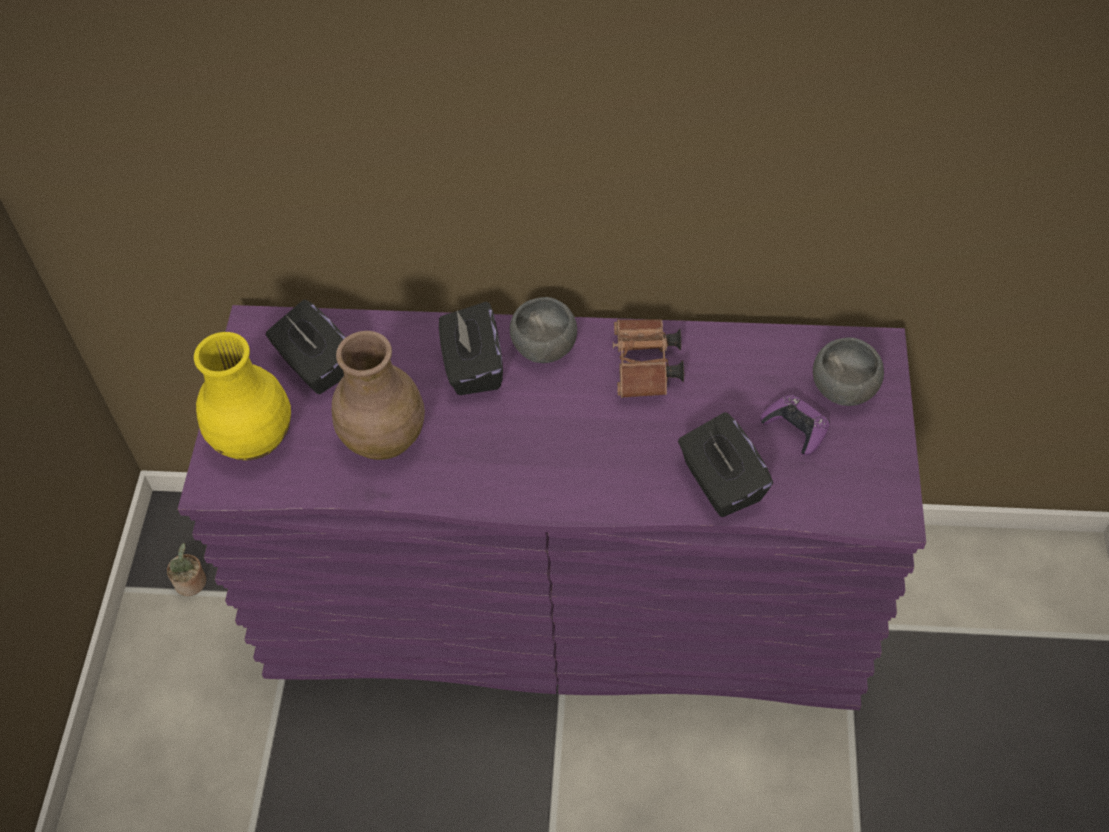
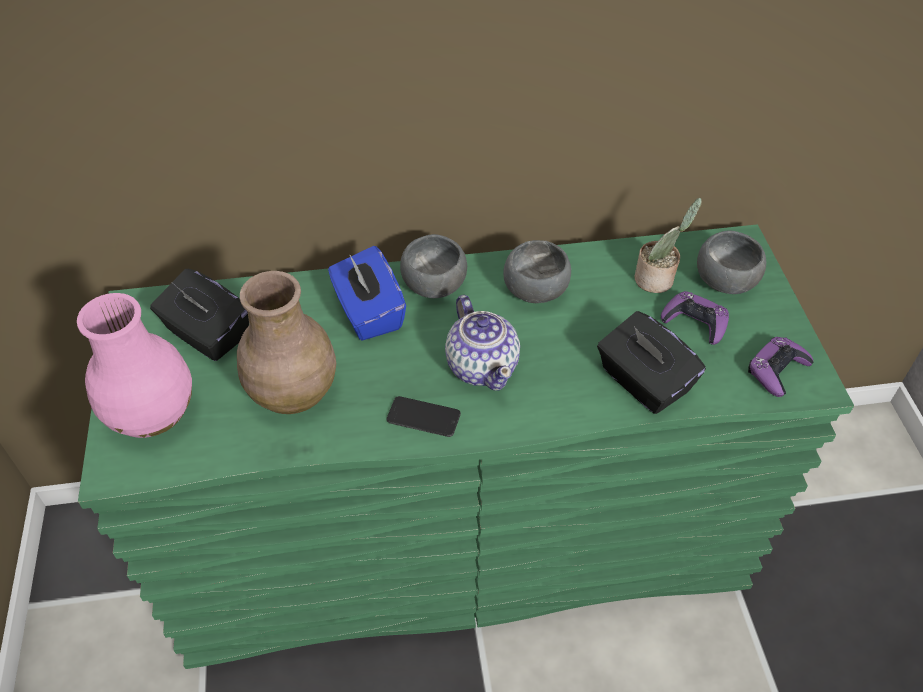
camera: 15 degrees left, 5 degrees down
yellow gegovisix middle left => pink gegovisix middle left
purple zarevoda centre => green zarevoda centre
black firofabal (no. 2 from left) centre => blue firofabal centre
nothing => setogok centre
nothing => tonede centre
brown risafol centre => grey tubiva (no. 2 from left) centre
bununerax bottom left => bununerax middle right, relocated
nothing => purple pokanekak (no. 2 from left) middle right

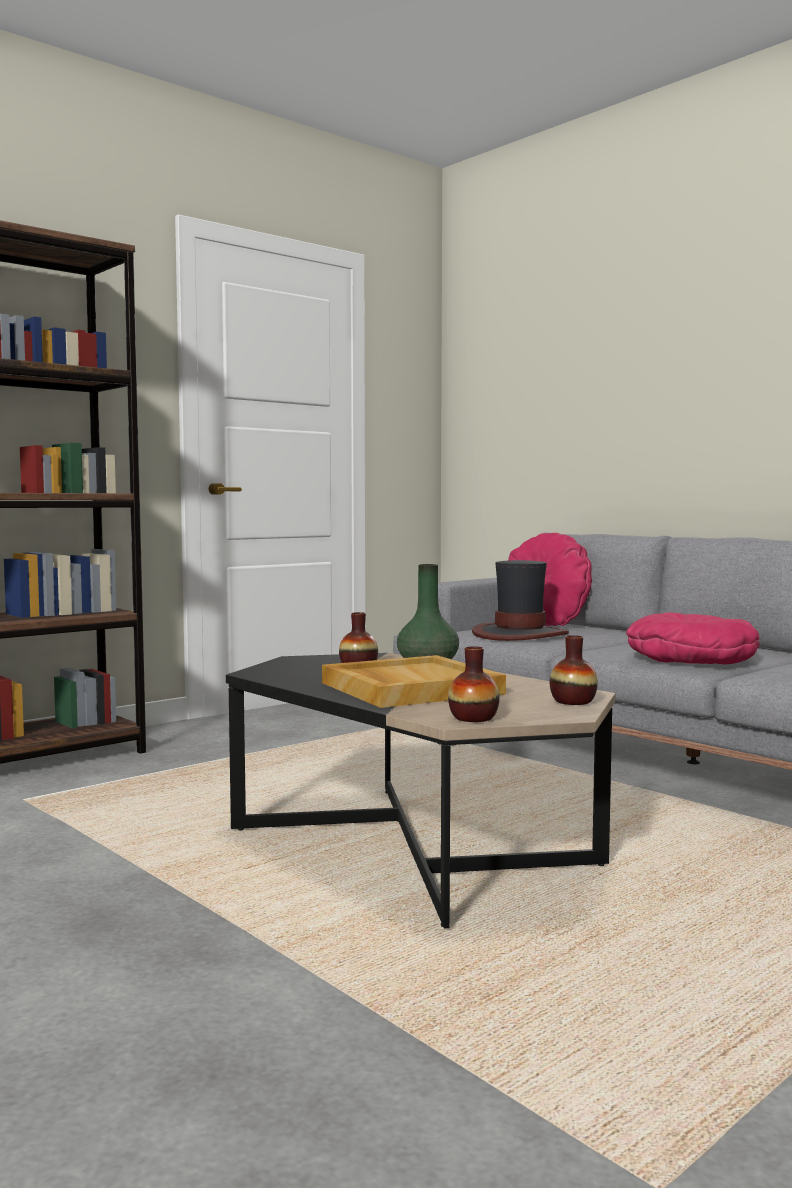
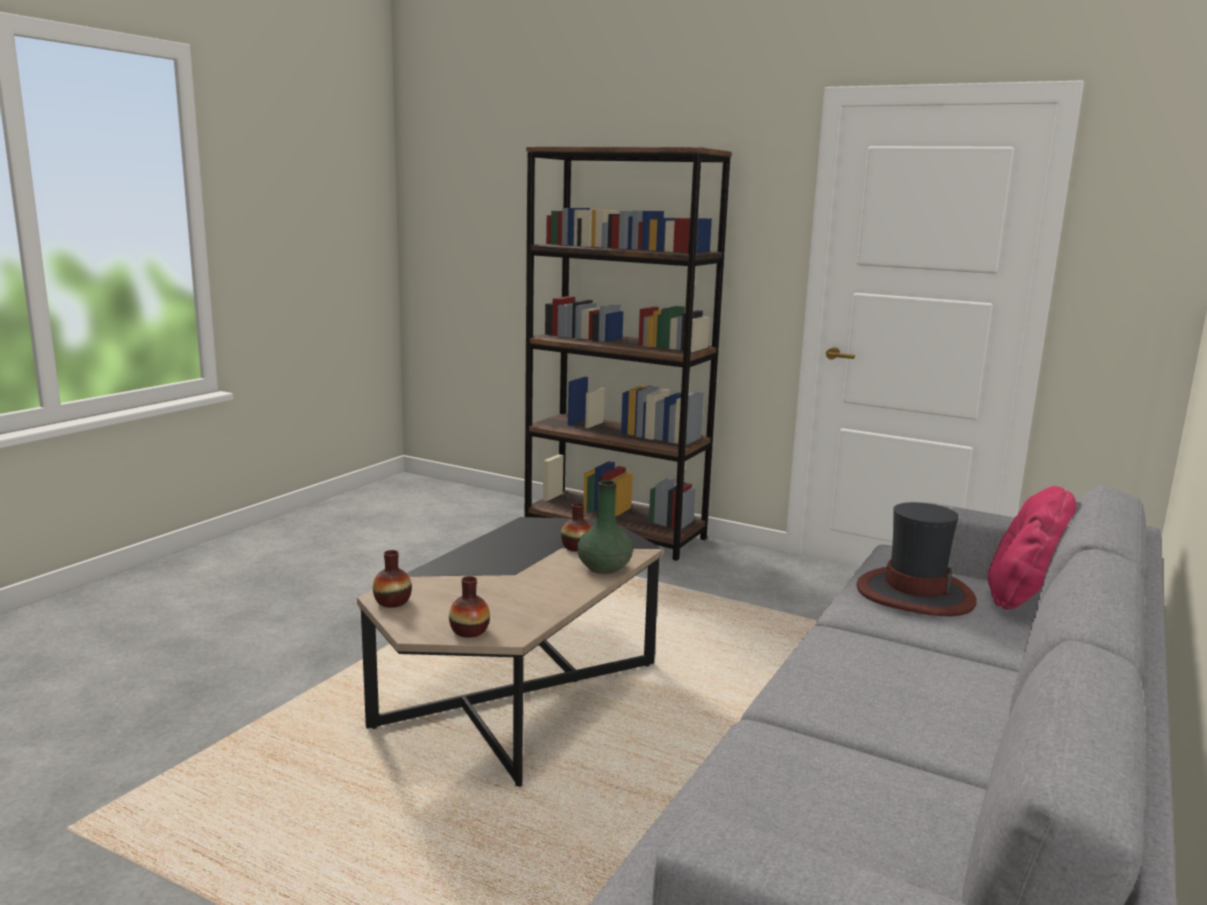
camera: 70 degrees right, 10 degrees up
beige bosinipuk centre => nothing
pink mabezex (no. 2 from left) middle right => nothing

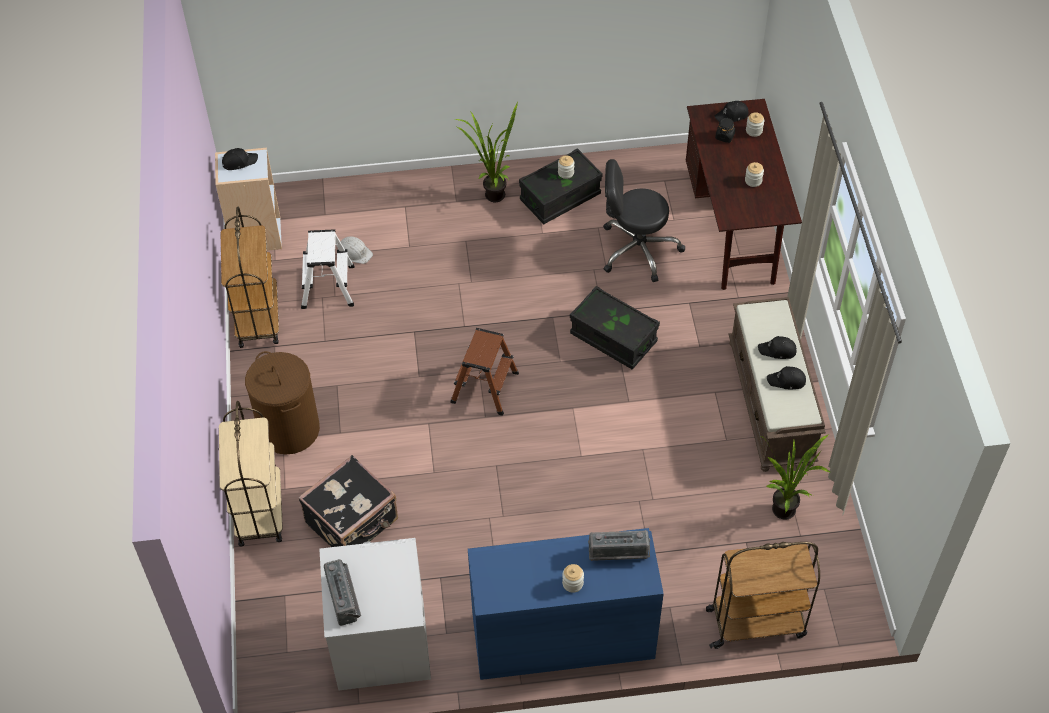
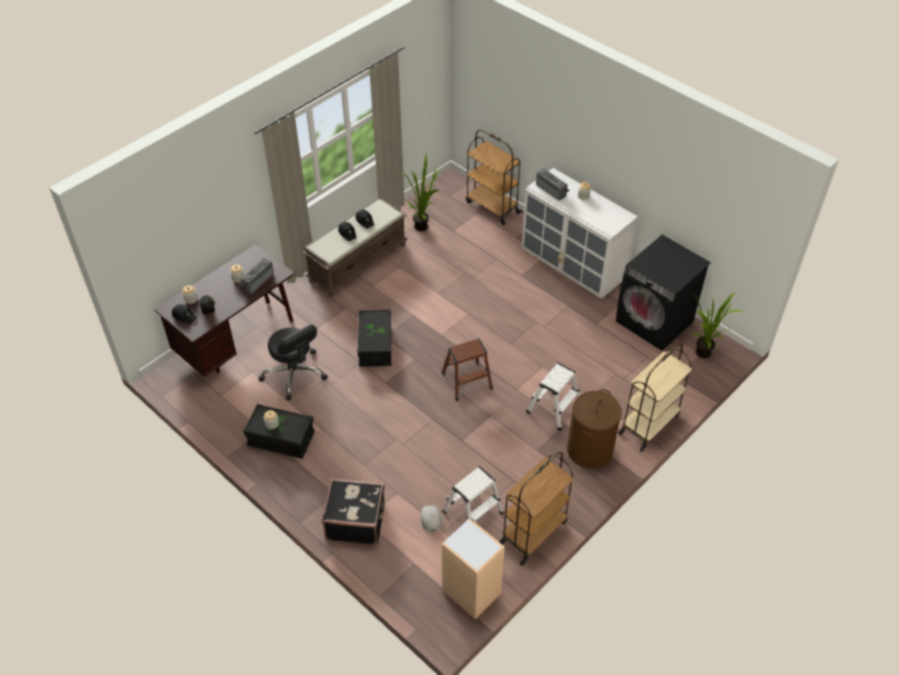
camera: 130 degrees left, 5 degrees down
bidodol (no. 1 from left) bottom left => bidodol (no. 1 from left) middle left, relocated
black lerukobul bottom left => black lerukobul bottom centre, relocated
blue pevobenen bottom centre => white pevobenen centre
nothing => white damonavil (no. 2 from left) centre
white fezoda bottom centre => black fezoda middle right
bununerax (no. 1 from left in the first image) top centre => bununerax (no. 2 from left) middle right, relocated
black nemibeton (no. 1 from left) top left => nothing

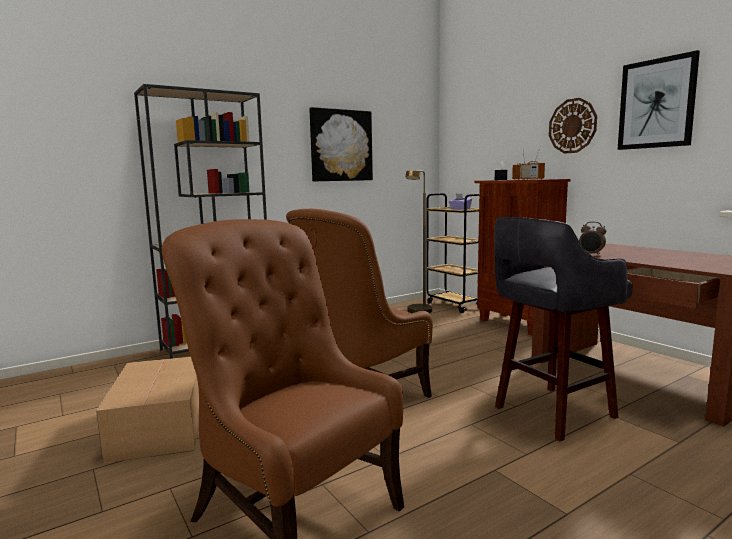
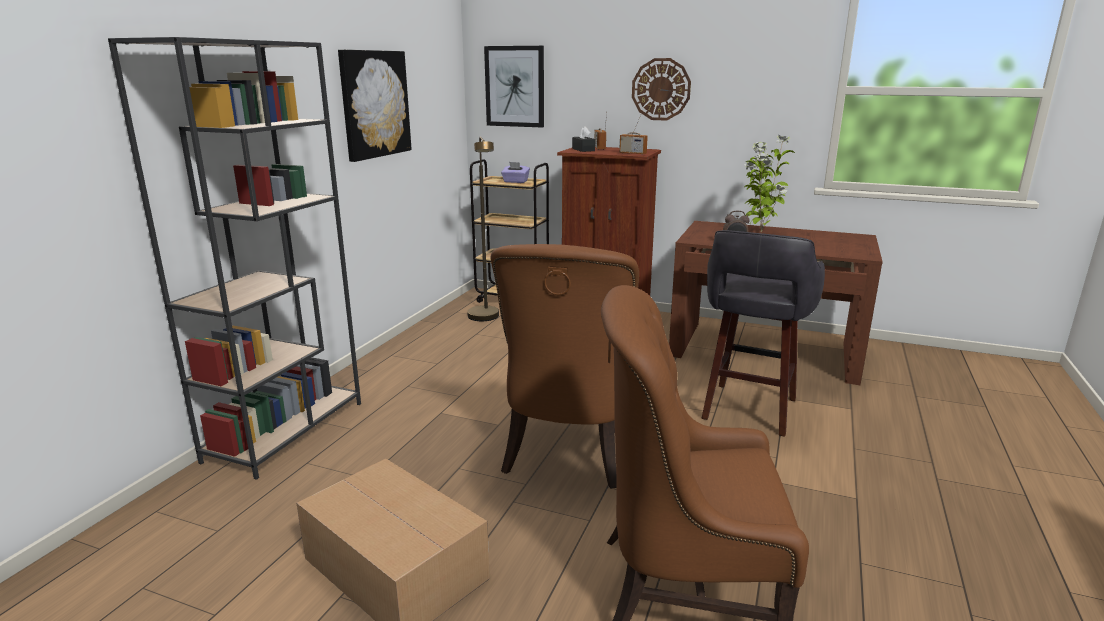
camera: 35 degrees left, 10 degrees up
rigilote (no. 2 from left) top right => rigilote (no. 2 from left) top centre, relocated
nothing => bununerax top right

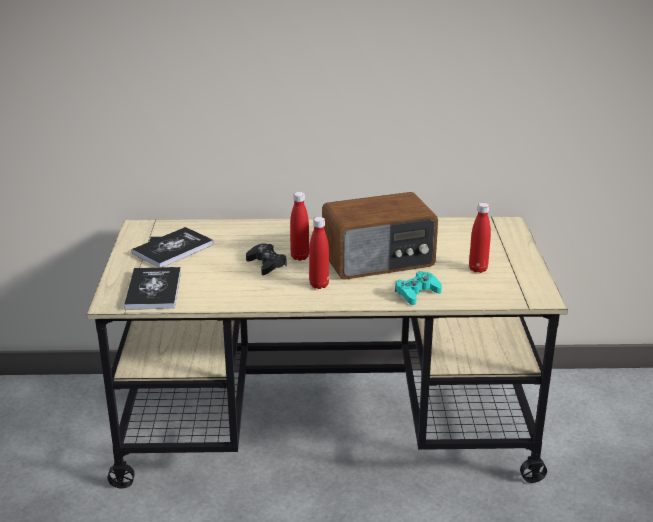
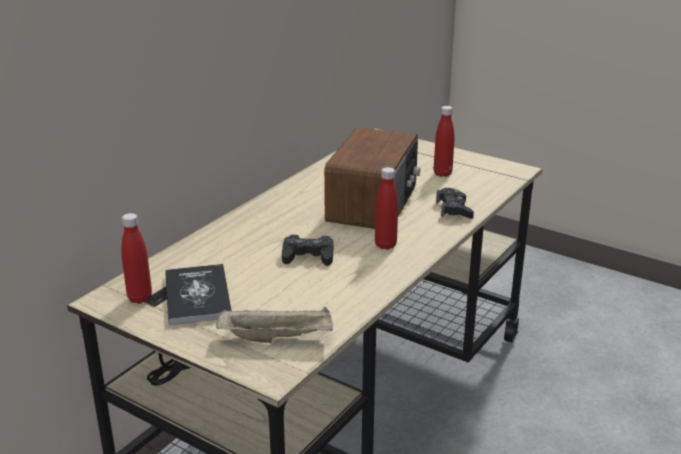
camera: 55 degrees left, 0 degrees up
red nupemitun (no. 1 from left) centre => red nupemitun (no. 1 from left) middle left, relocated
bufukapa (no. 1 from left) middle left => beige bosinipuk bottom centre
turquoise pokanekak centre => black pokanekak (no. 2 from left) middle right

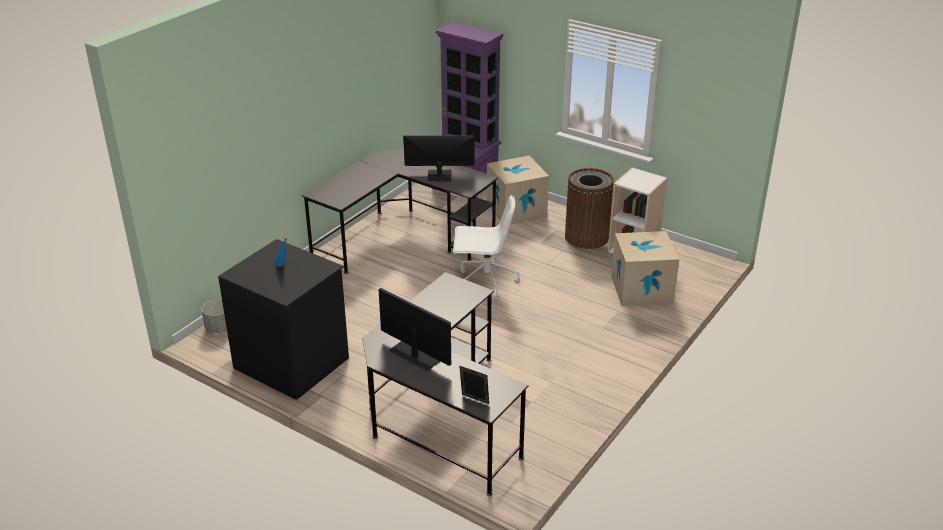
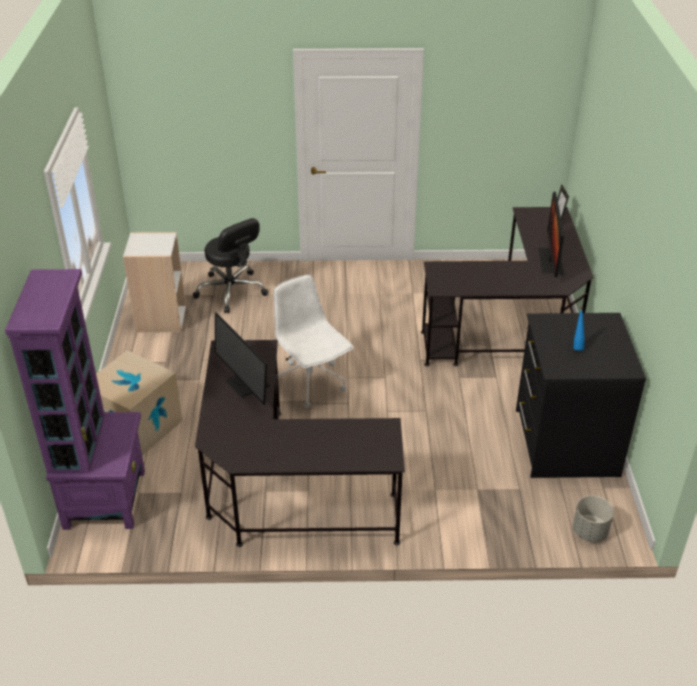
camera: 125 degrees left, 5 degrees up
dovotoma (no. 2 from left) middle right => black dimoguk middle left
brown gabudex centre => nothing

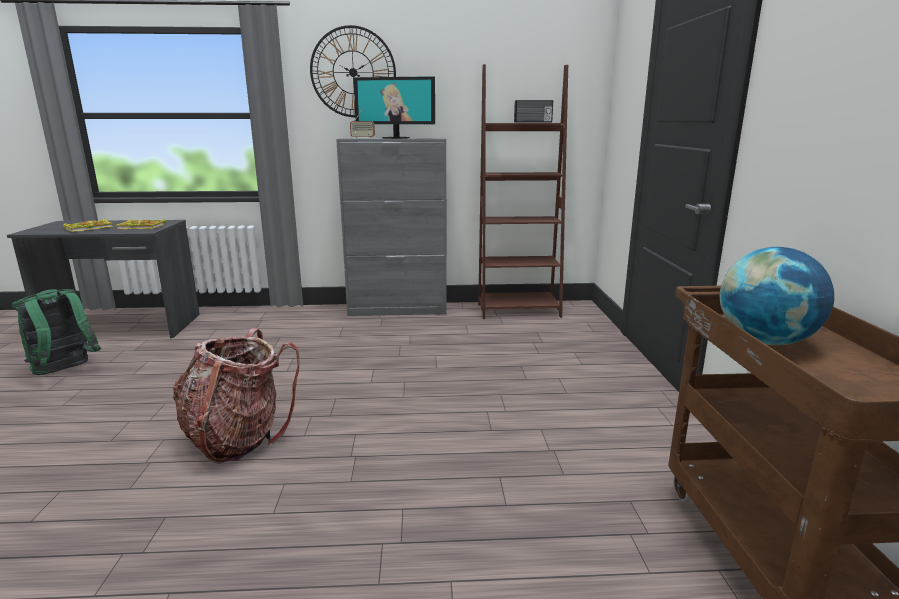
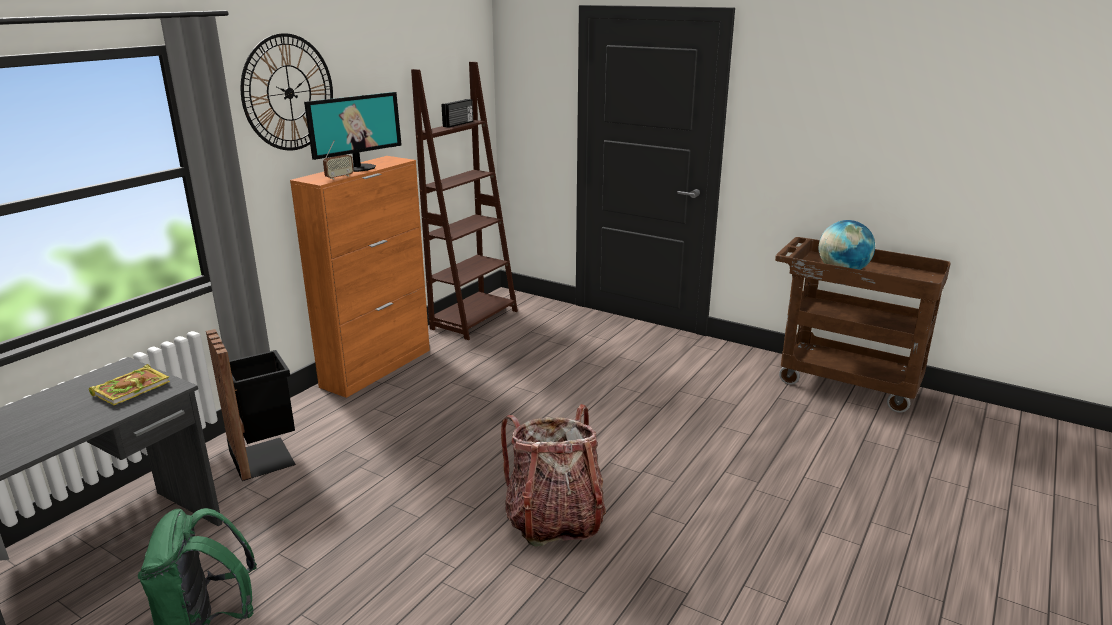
camera: 55 degrees left, 5 degrees up
nothing => black gabudex middle left
grey pevobenen centre => orange pevobenen middle left
bufukapa (no. 1 from left) middle left => nothing

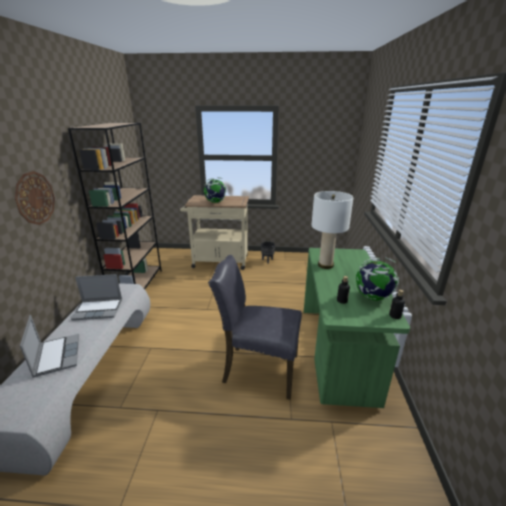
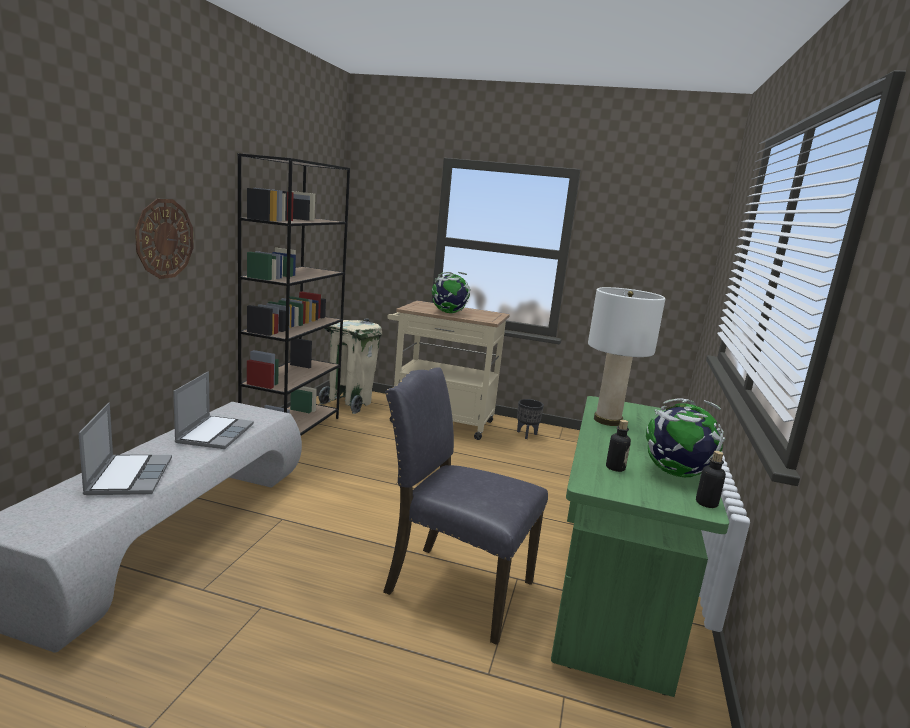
camera: 10 degrees right, 10 degrees down
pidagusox (no. 2 from left) middle left, 90 degrees counterclockwise
nothing => beige gabudex centre

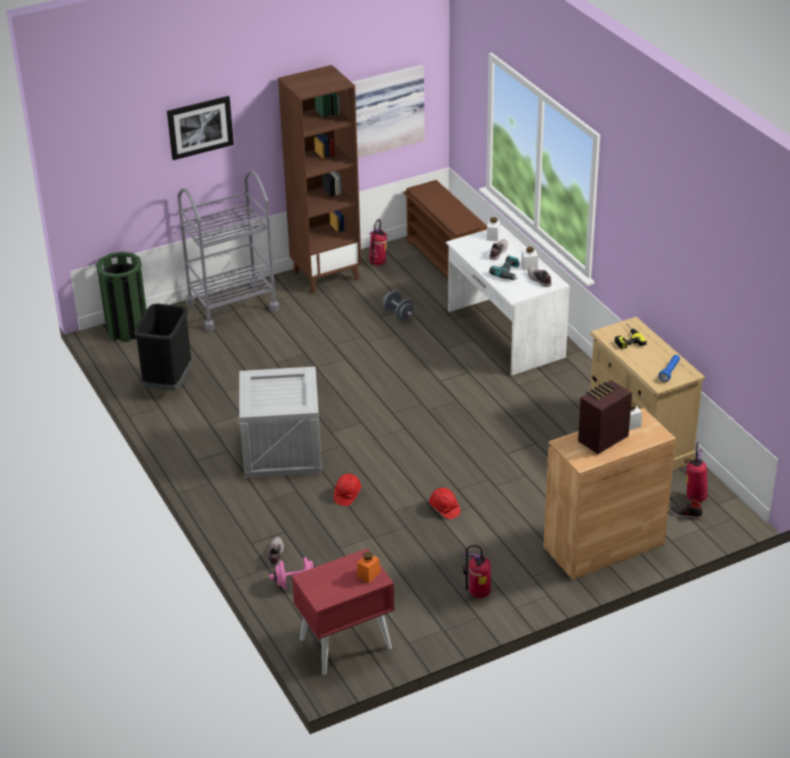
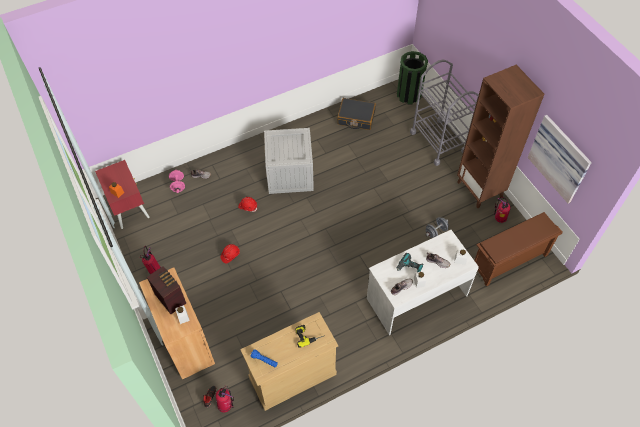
camera: 90 degrees right, 20 degrees up
black gabudex middle left => black lerukobul top centre
rigilote (no. 1 from left) top left => nothing

